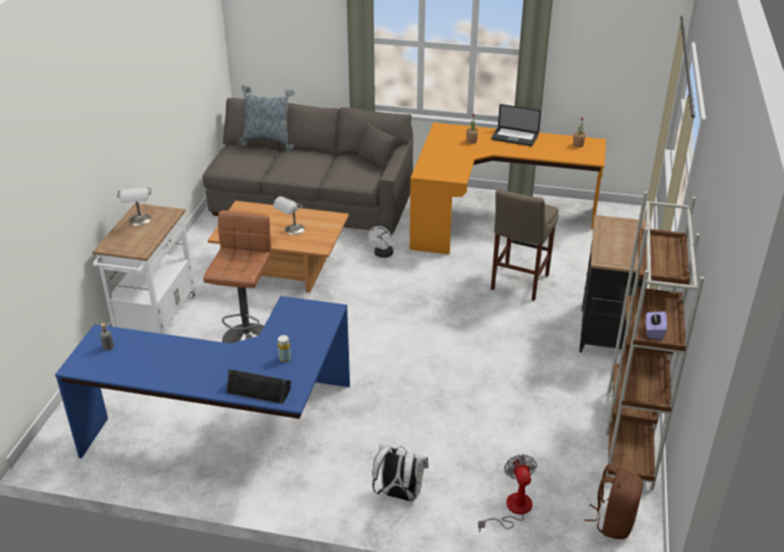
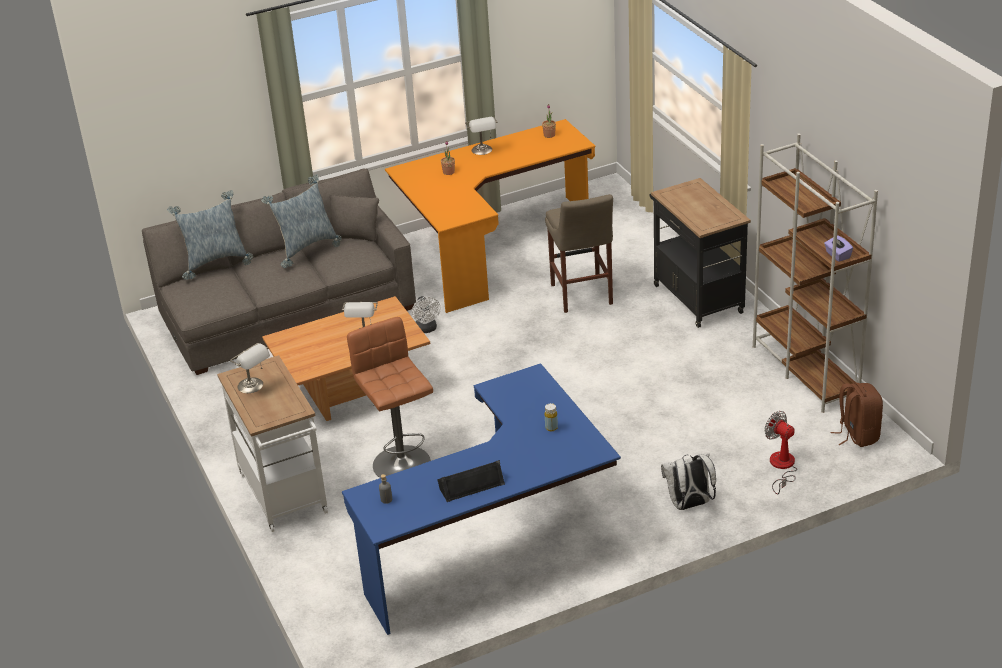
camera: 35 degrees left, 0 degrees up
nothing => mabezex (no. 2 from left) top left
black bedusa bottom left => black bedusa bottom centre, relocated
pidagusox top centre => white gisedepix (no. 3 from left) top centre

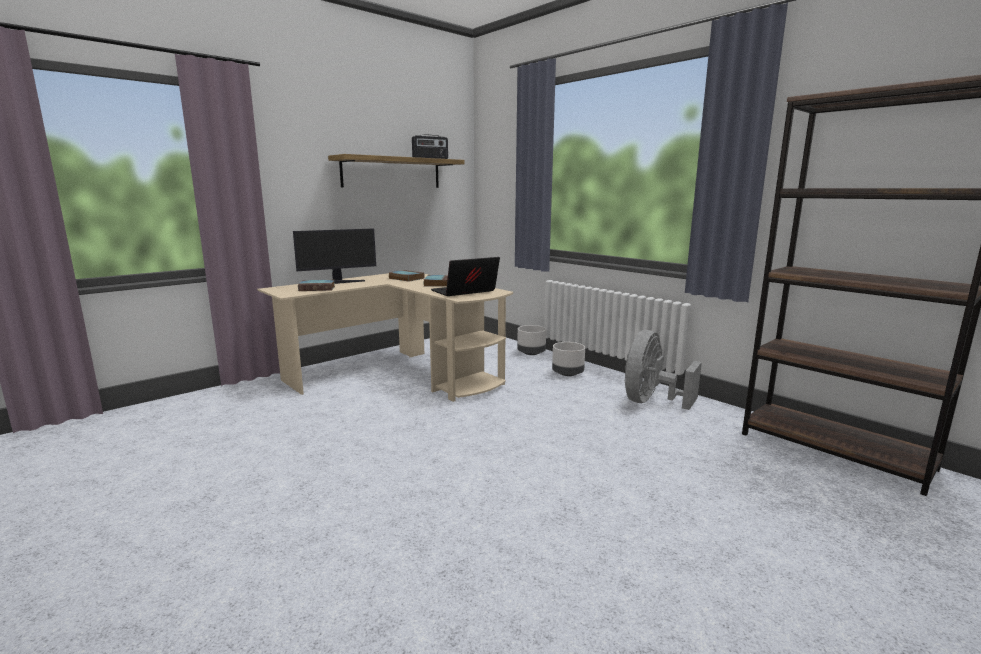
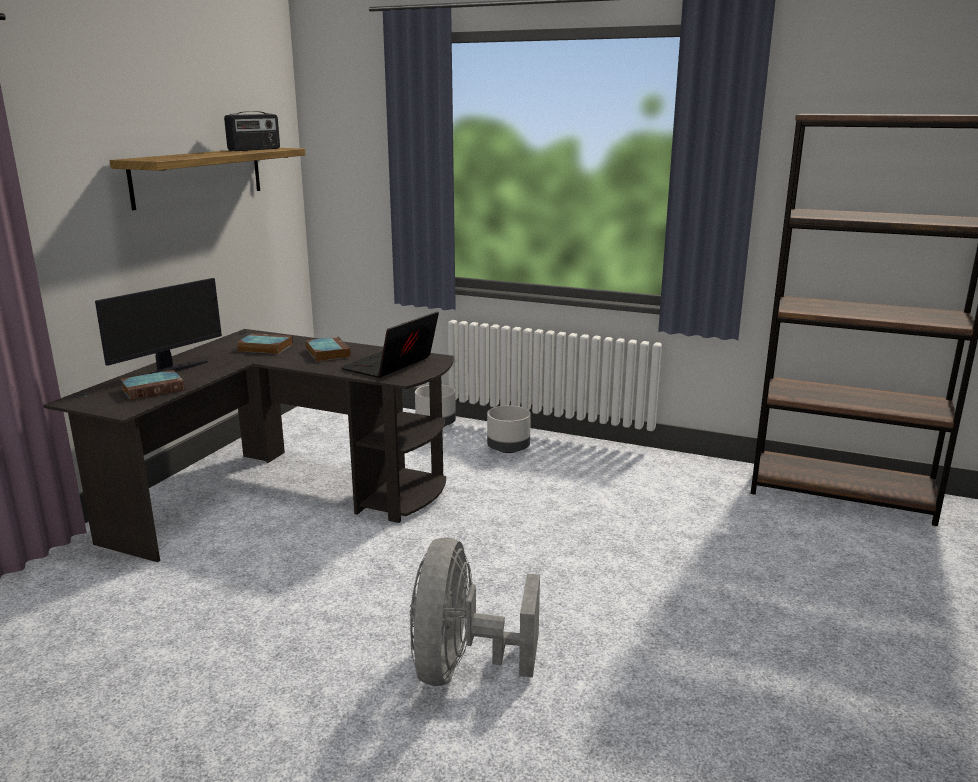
camera: 25 degrees left, 5 degrees up
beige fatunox centre => black fatunox middle left
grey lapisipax middle right => grey lapisipax bottom centre, relocated

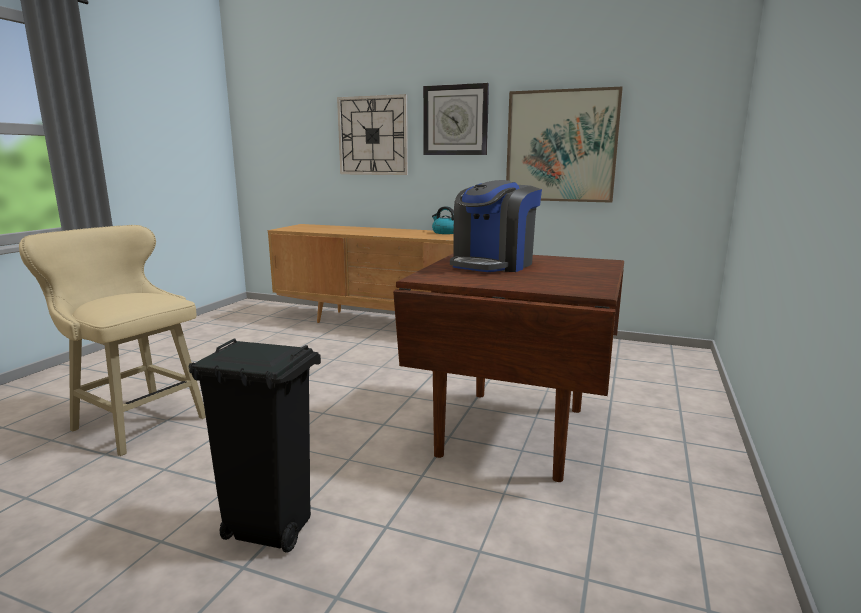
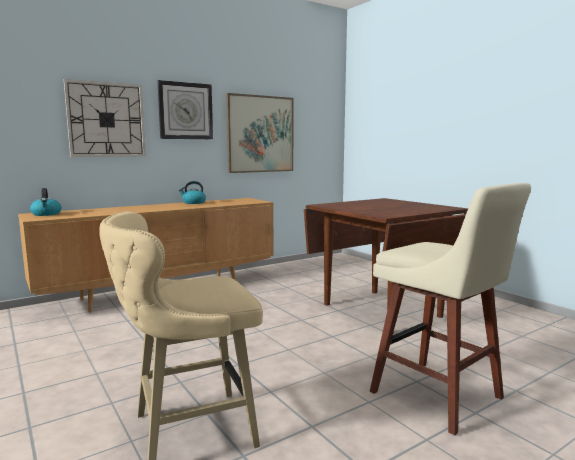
camera: 55 degrees left, 5 degrees down
nothing => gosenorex (no. 1 from left) middle left
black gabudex bottom left => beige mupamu (no. 2 from left) bottom right
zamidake centre => nothing

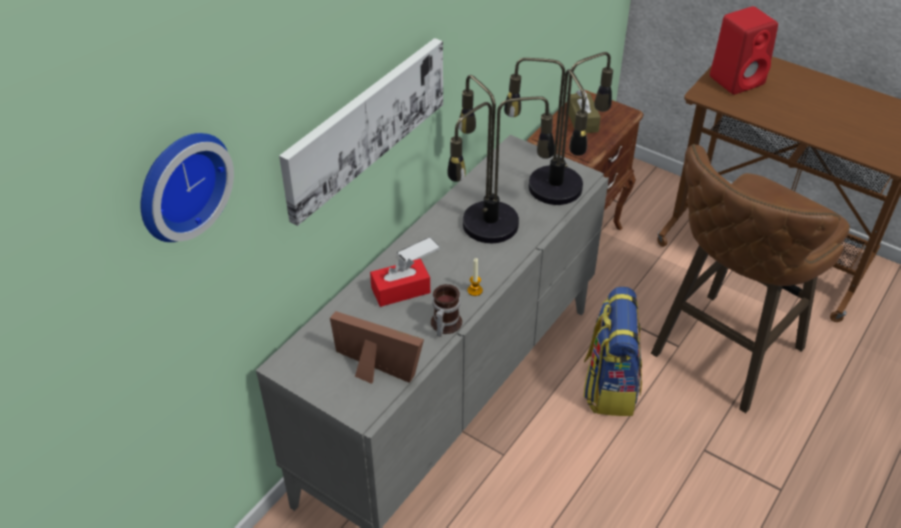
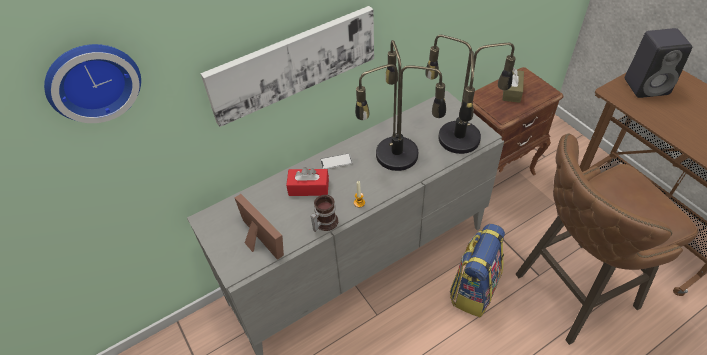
camera: 25 degrees right, 5 degrees up
red bedusa top right => black bedusa top right

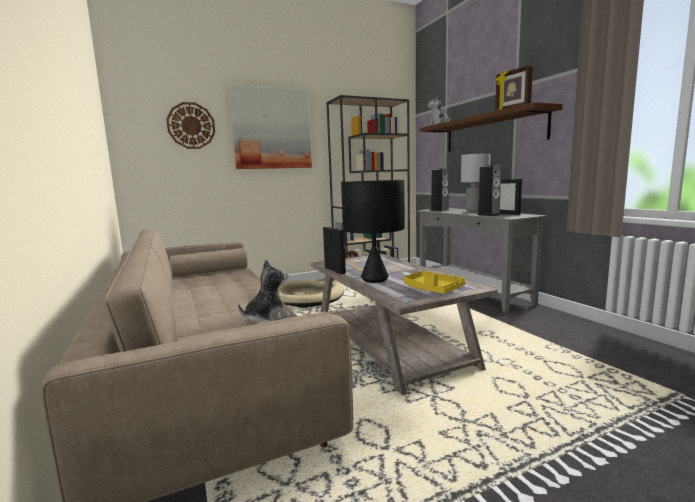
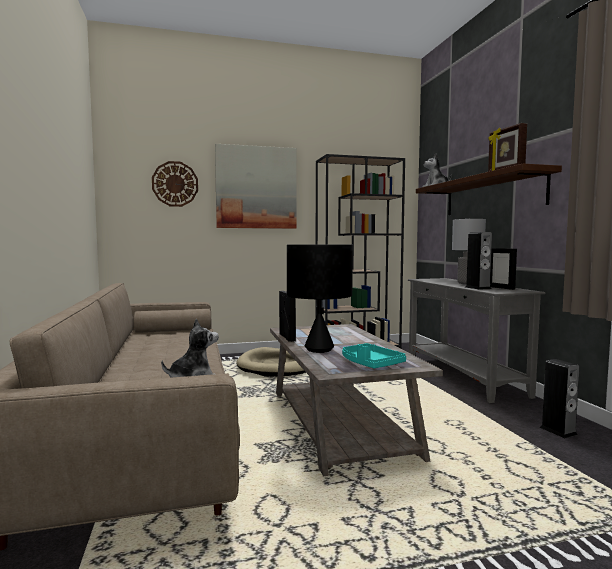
camera: 10 degrees right, 5 degrees down
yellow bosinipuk centre => turquoise bosinipuk centre
bedusa (no. 1 from left in the first image) centre => bedusa (no. 2 from left) bottom right, relocated

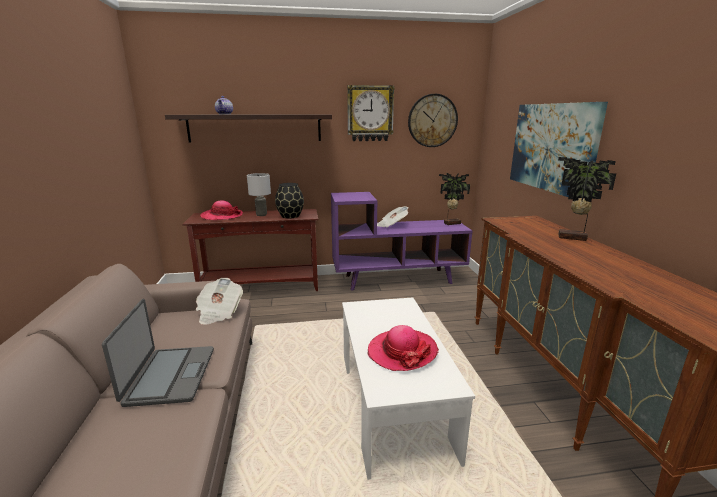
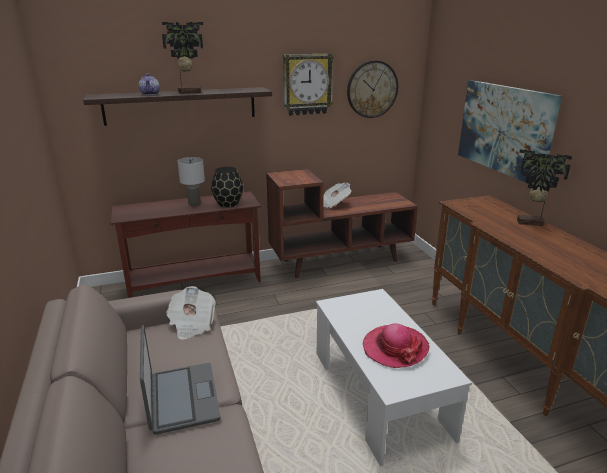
camera: 10 degrees left, 5 degrees up
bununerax (no. 1 from left) centre => bununerax (no. 1 from left) top left, relocated
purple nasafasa centre => brown nasafasa centre
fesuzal (no. 1 from left) middle left => nothing

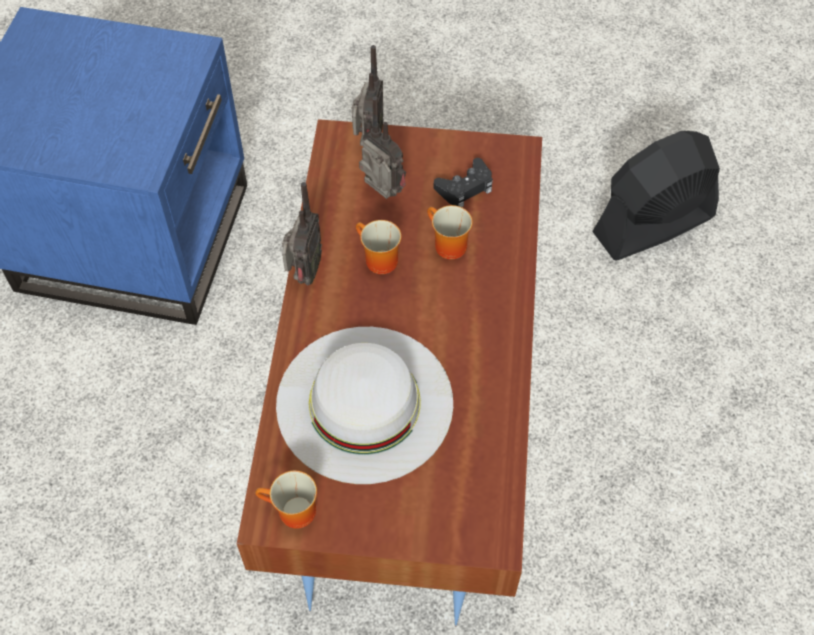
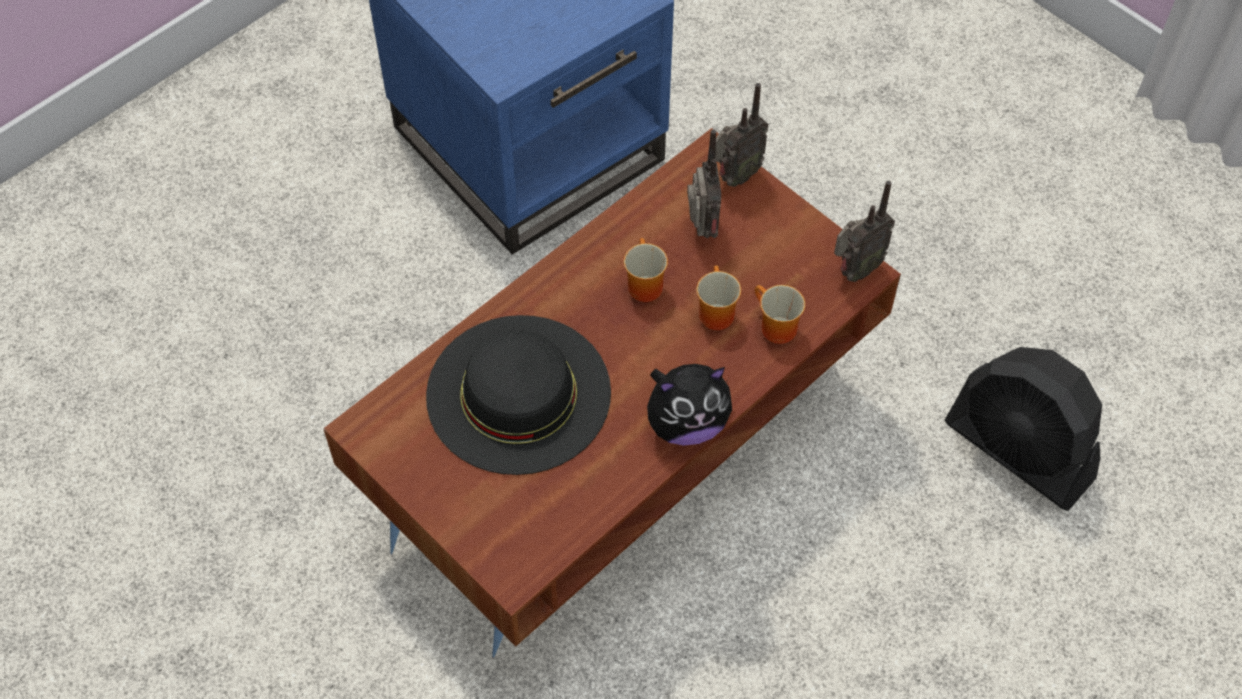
camera: 40 degrees right, 0 degrees up
white fesuzal centre => black fesuzal centre
nothing => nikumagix centre
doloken (no. 1 from left in the first image) bottom centre => doloken (no. 3 from left) centre, relocated
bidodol (no. 1 from left in the first image) centre => bidodol (no. 3 from left) top right, relocated
black lapisipax top right => black lapisipax middle right, 150 degrees counterclockwise
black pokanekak top centre => nothing

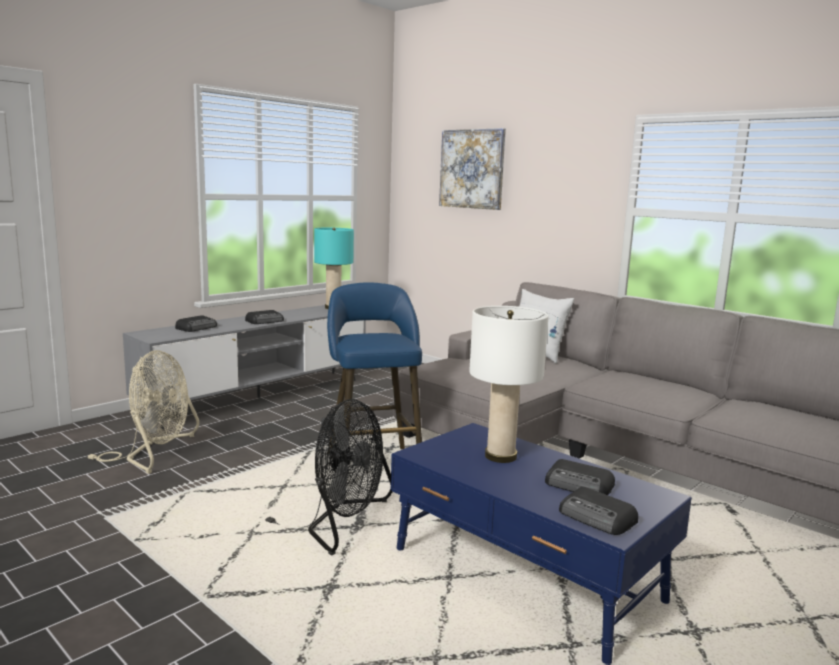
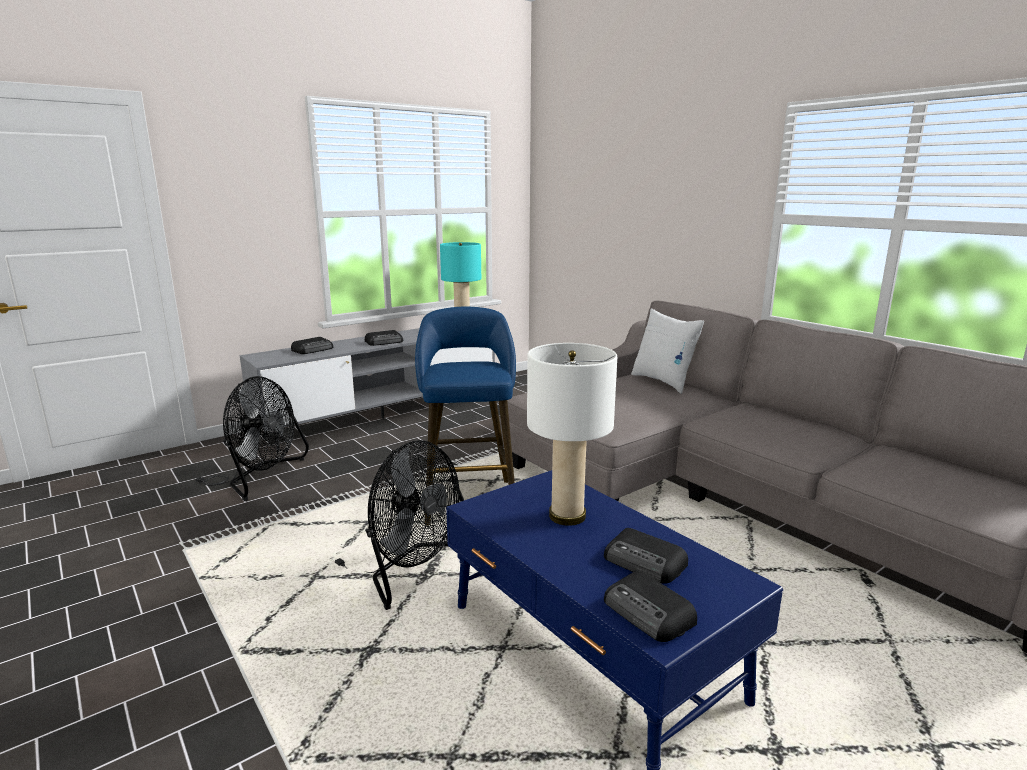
camera: 10 degrees right, 5 degrees up
beige lapisipax middle left => black lapisipax (no. 1 from left) middle left
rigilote top centre => nothing

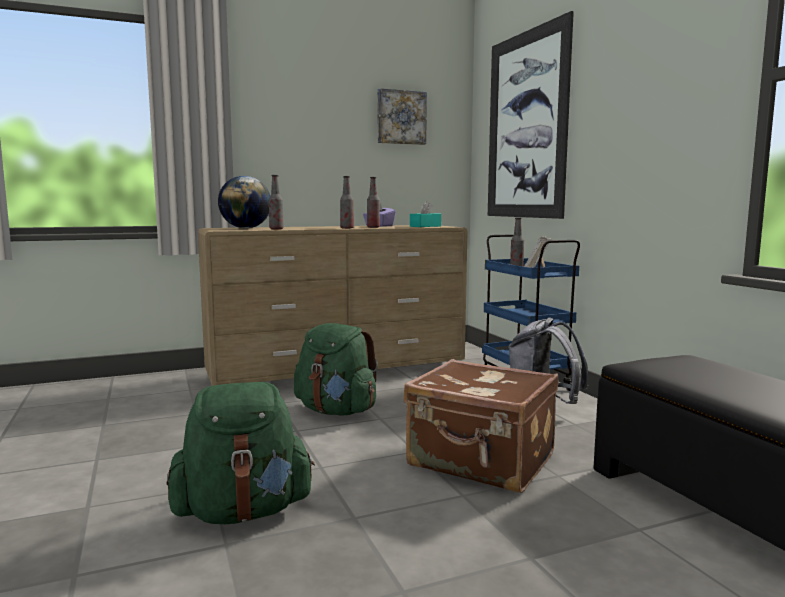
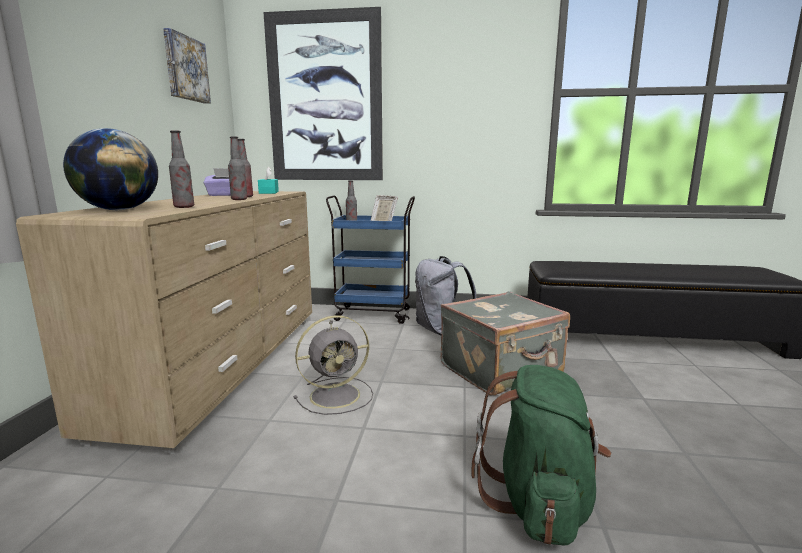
camera: 60 degrees left, 5 degrees up
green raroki (no. 2 from left) centre => grey lapisipax centre
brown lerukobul bottom centre => grey lerukobul centre

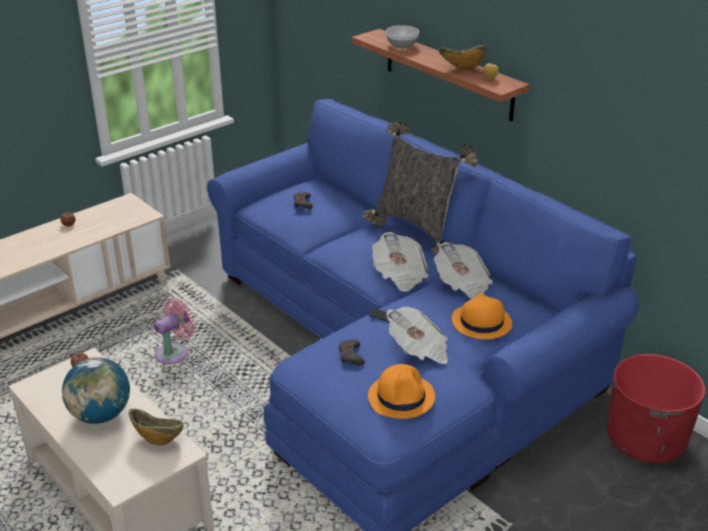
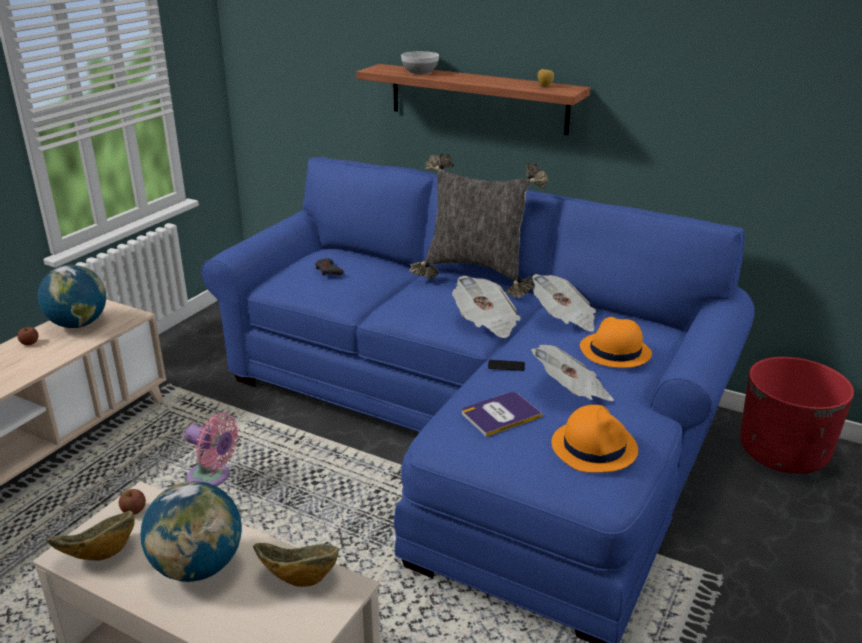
camera: 20 degrees left, 5 degrees down
nothing => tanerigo (no. 1 from left) middle left
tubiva (no. 3 from left in the first image) top centre => tubiva (no. 1 from left) bottom left, relocated
pink lapisipax middle left => pink lapisipax bottom left, 90 degrees clockwise
grey pokanekak (no. 2 from left) centre => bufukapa centre

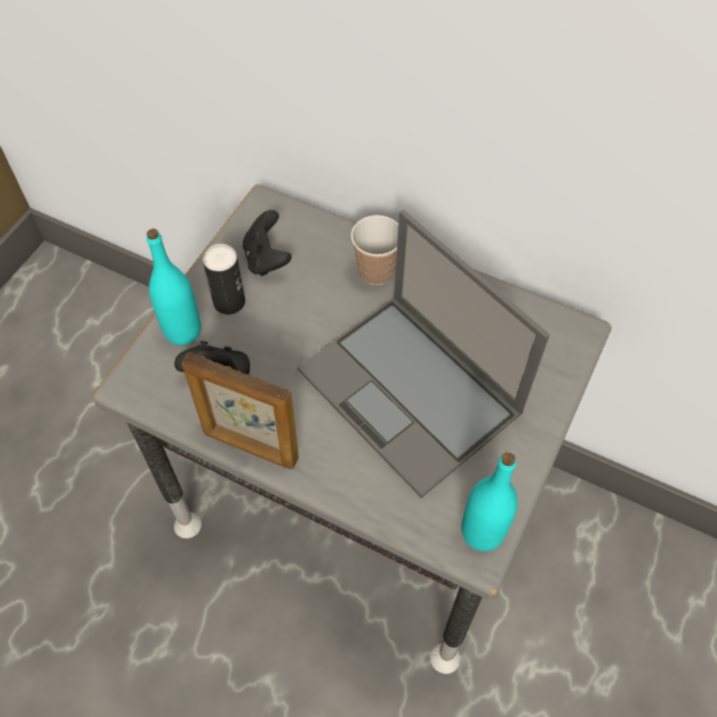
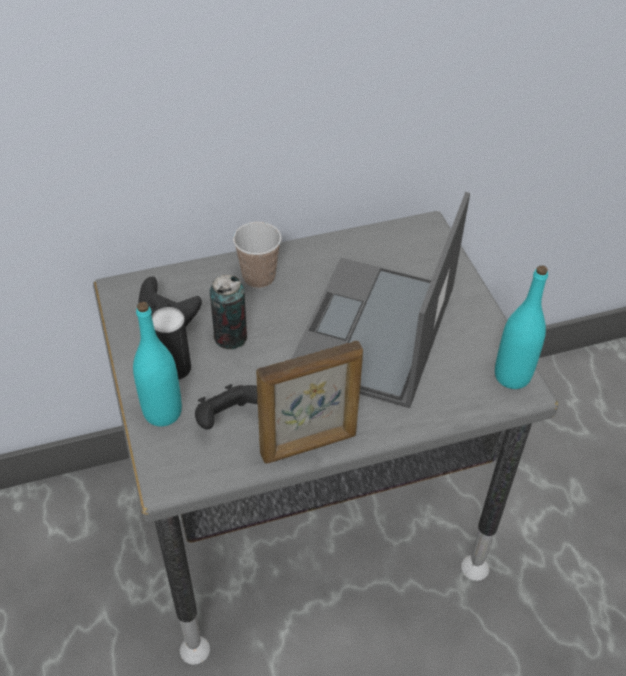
camera: 45 degrees left, 10 degrees down
nothing => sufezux (no. 2 from left) centre
pidagusox centre, 105 degrees clockwise

